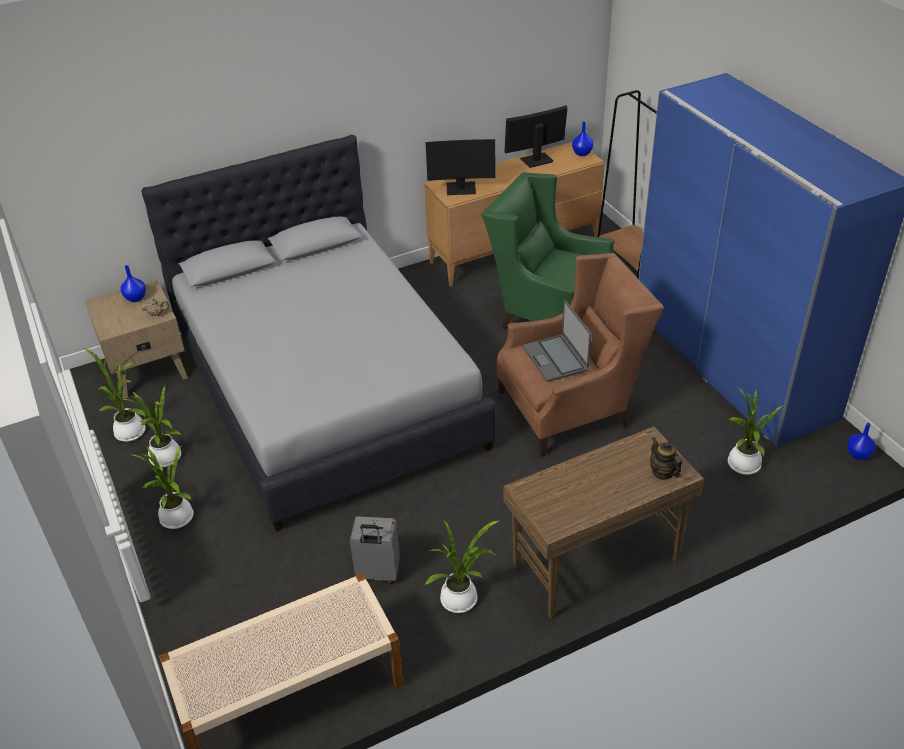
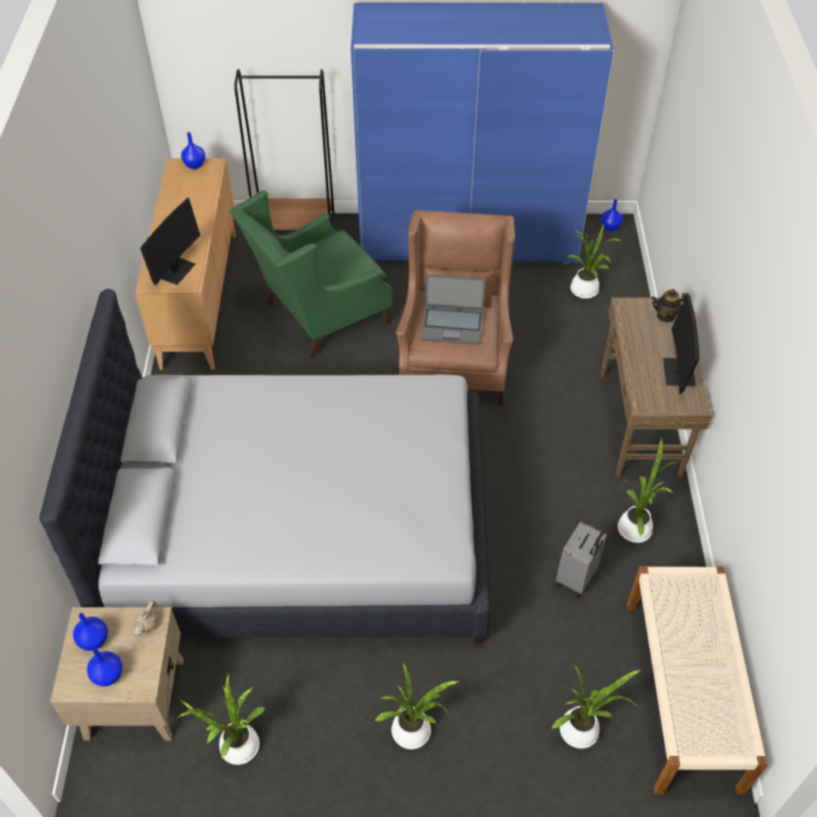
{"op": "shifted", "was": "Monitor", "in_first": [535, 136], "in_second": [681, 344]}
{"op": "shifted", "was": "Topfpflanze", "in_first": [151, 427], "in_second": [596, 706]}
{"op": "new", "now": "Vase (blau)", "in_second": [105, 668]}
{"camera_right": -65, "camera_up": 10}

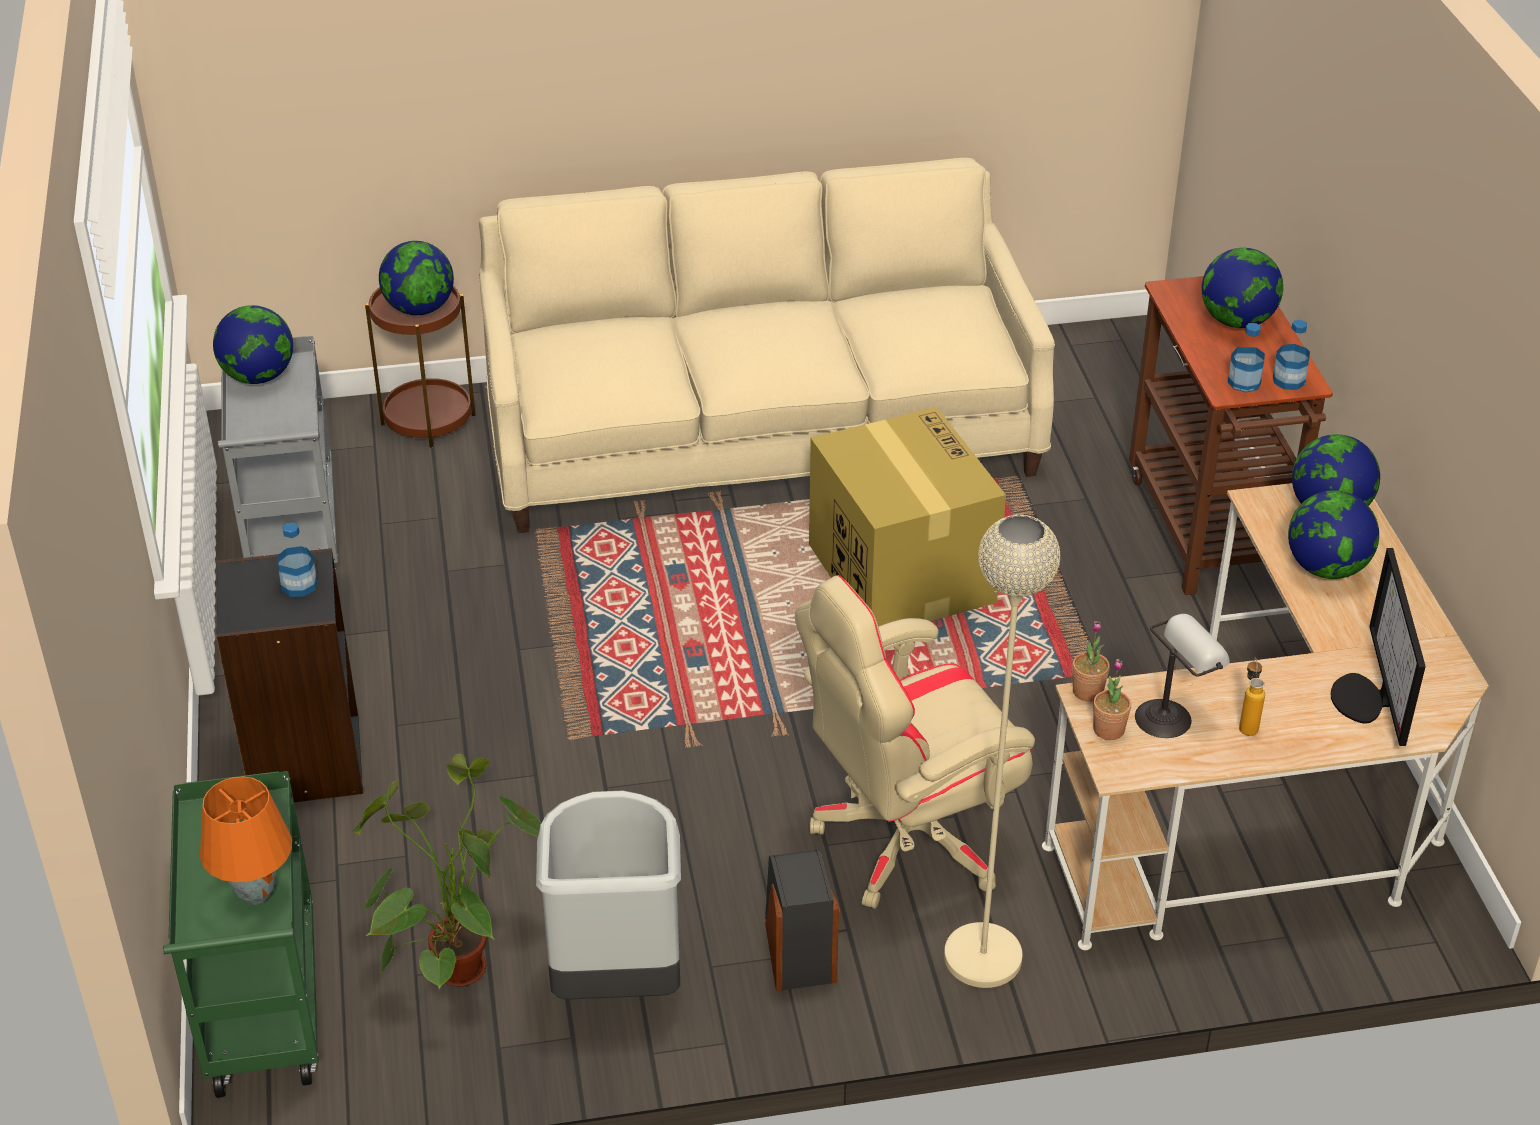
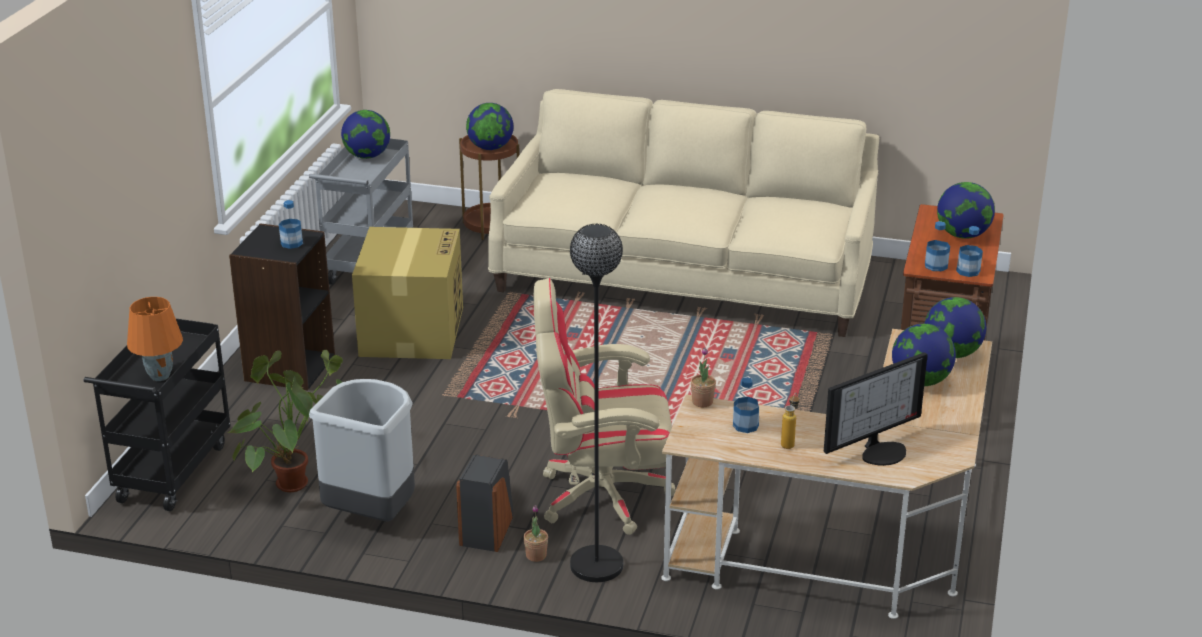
{"op": "shifted", "was": "Karton", "in_first": [907, 517], "in_second": [407, 293]}
{"op": "repainted", "was": "Stehlampe (beige)", "now": "Stehlampe (schwarz)", "in_first": [1002, 751], "in_second": [596, 403]}
{"op": "rotated", "was": "Monitor", "in_first": [1378, 647], "in_second": [876, 409], "clockwise": -150}
{"op": "swapped", "was": "Tischlampe", "now": "Flasche", "in_first": [1182, 676], "in_second": [746, 405]}
{"op": "shifted", "was": "Topfpflanze", "in_first": [1112, 699], "in_second": [535, 533]}
{"op": "repainted", "was": "Rollwagen (grün)", "now": "Rollwagen (schwarz)", "in_first": [241, 934], "in_second": [157, 415]}
{"camera_right": 25, "camera_up": -10}

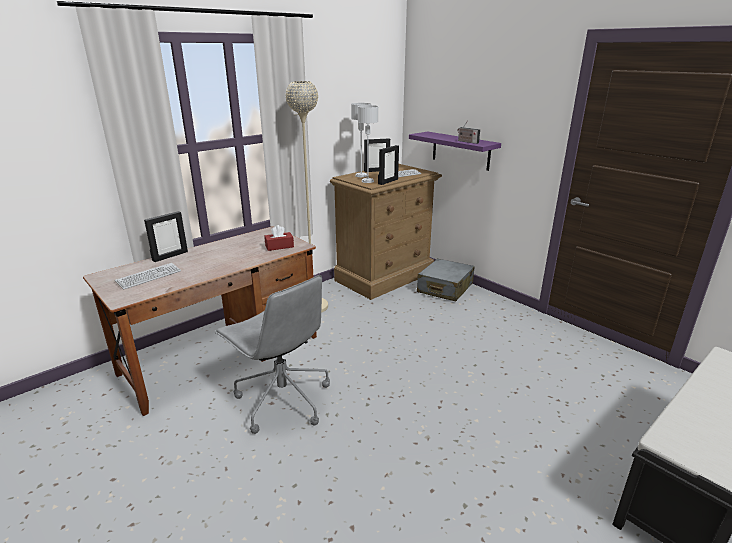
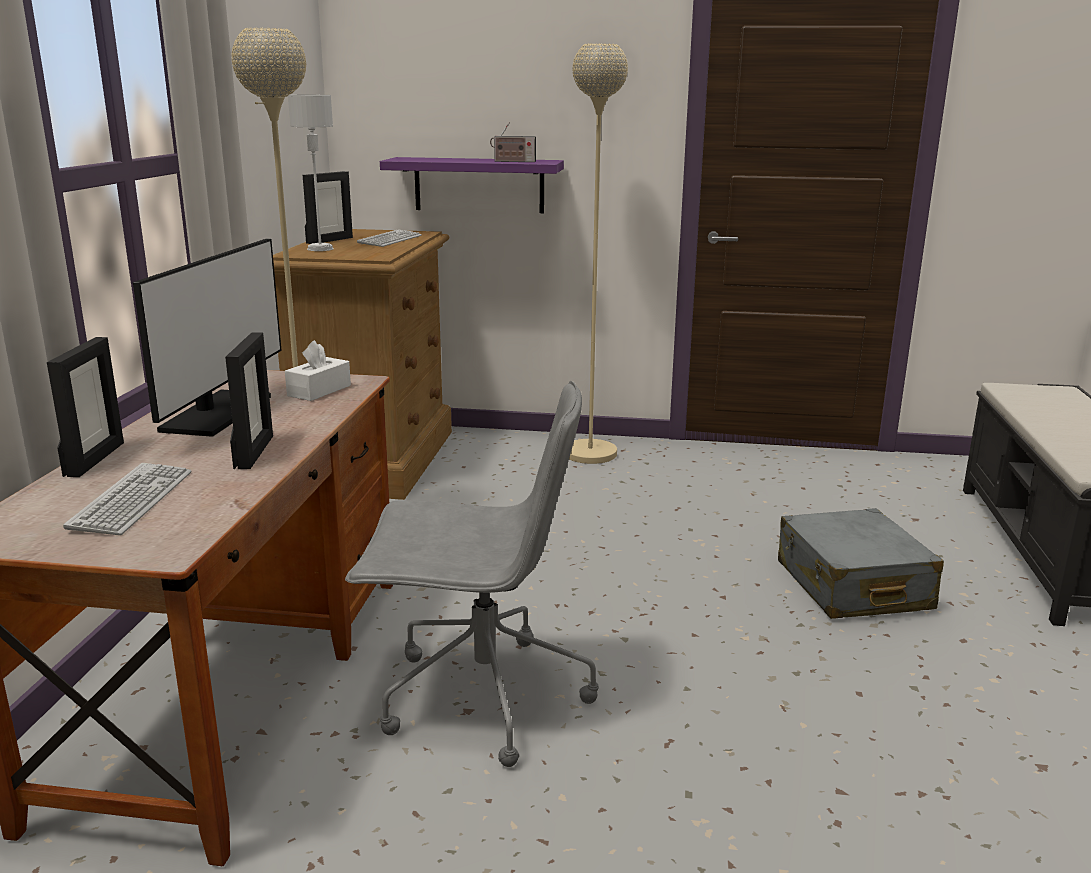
{"op": "gone", "was": "Tischlampe (grau)", "in_first": [368, 144]}
{"op": "shifted", "was": "Bilderrahmen", "in_first": [388, 165], "in_second": [249, 401]}
{"op": "repainted", "was": "Taschentuchbox (rot)", "now": "Taschentuchbox (weiß)", "in_first": [279, 238], "in_second": [318, 370]}
{"op": "shifted", "was": "Koffer (grau)", "in_first": [446, 280], "in_second": [861, 563]}
{"op": "new", "now": "Stehlampe (beige)", "in_second": [598, 253]}
{"op": "new", "now": "Monitor", "in_second": [207, 337]}
{"camera_right": -40, "camera_up": -5}

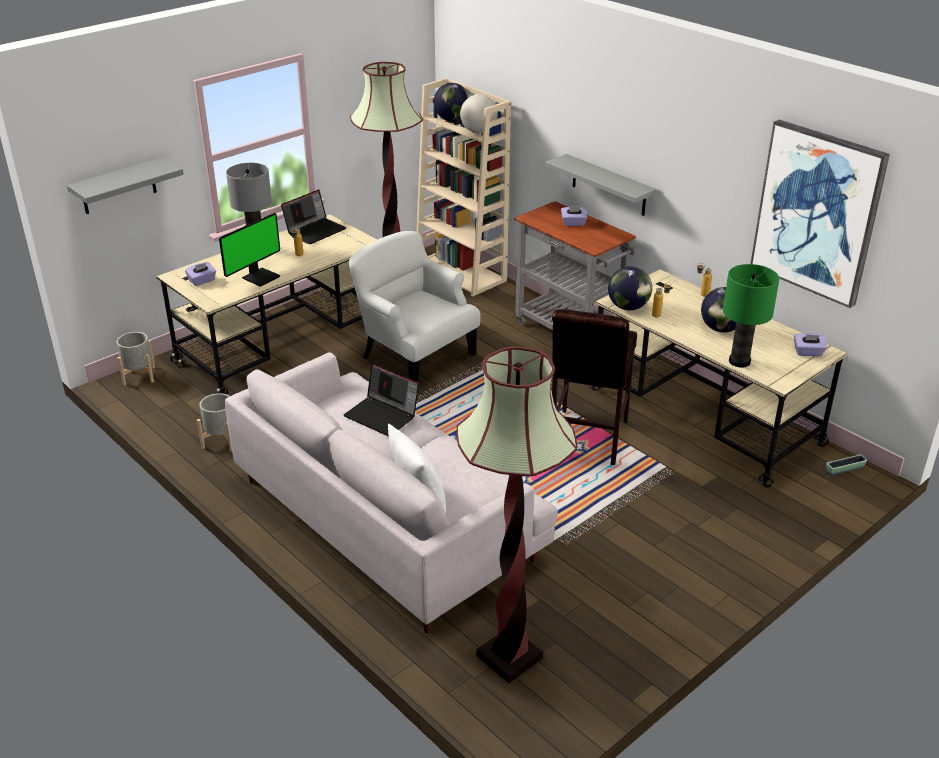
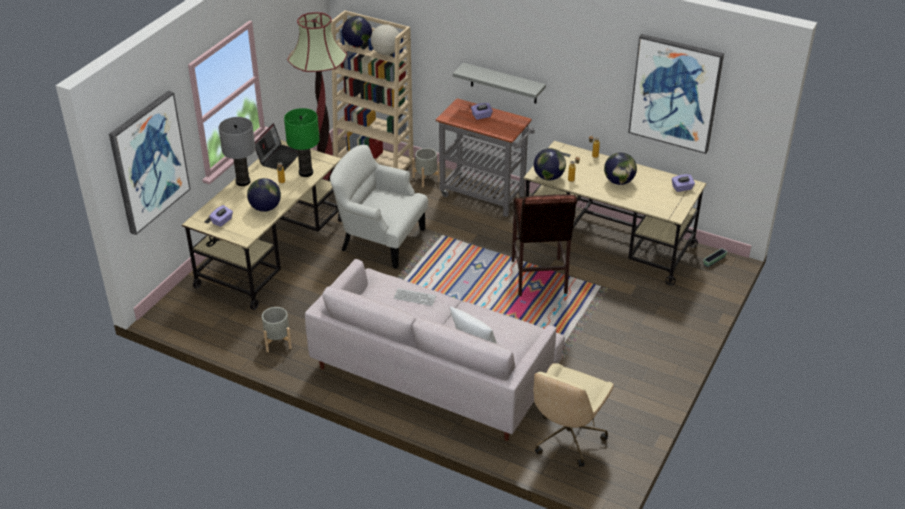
{"op": "swapped", "was": "Wandregal (grau)", "now": "Bild", "in_first": [125, 186], "in_second": [150, 163]}
{"op": "swapped", "was": "Monitor", "now": "Globus", "in_first": [249, 250], "in_second": [264, 195]}
{"op": "shifted", "was": "Tischlampe (grün)", "in_first": [751, 316], "in_second": [302, 142]}
{"op": "shifted", "was": "Pflanzkübel (grau)", "in_first": [136, 358], "in_second": [425, 167]}
{"op": "swapped", "was": "Stehlampe", "now": "Bürostuhl (beige)", "in_first": [517, 515], "in_second": [573, 415]}
{"op": "swapped", "was": "Laptop", "now": "Tastatur", "in_first": [381, 399], "in_second": [415, 297]}
{"camera_right": -20, "camera_up": 5}

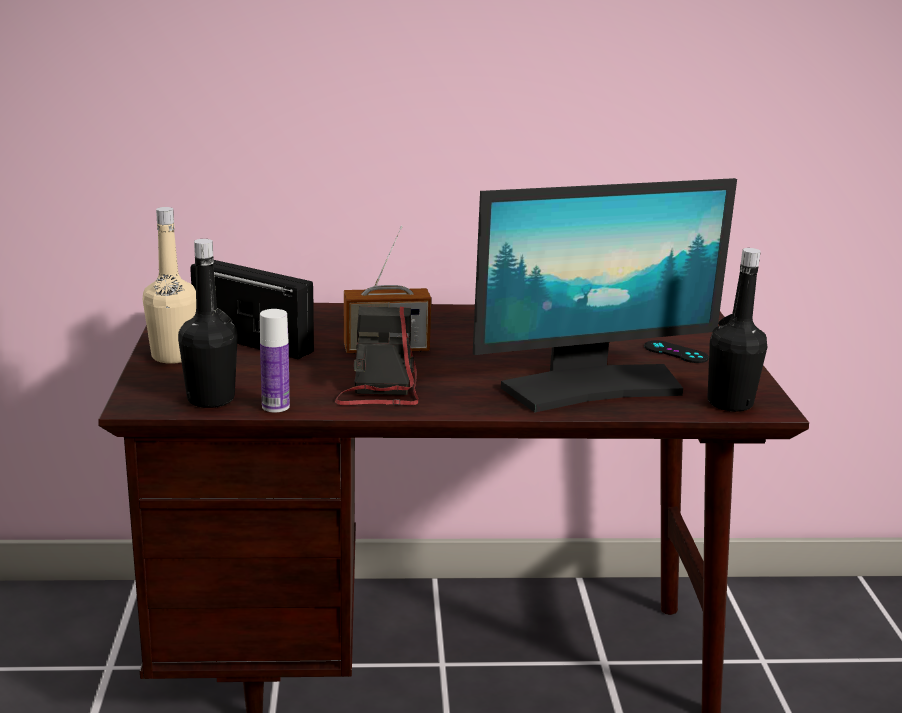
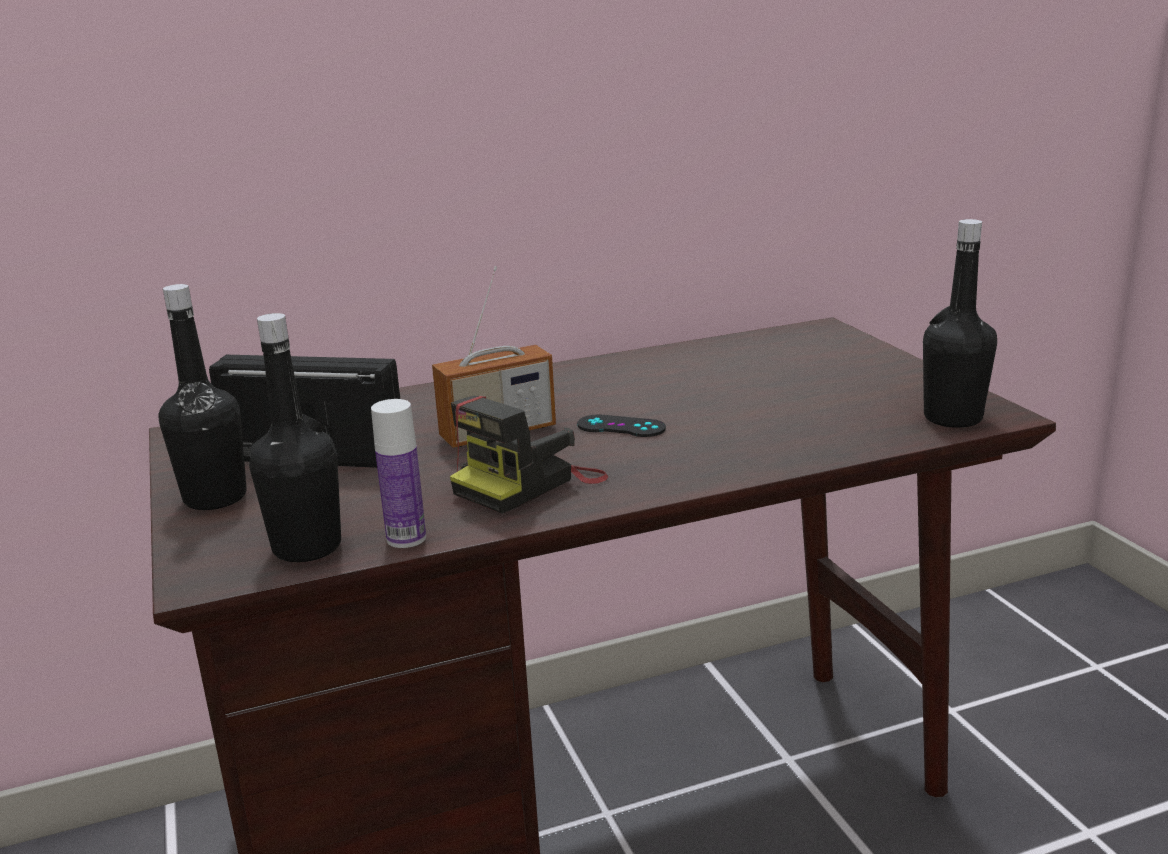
{"op": "gone", "was": "Monitor", "in_first": [605, 295]}
{"op": "repainted", "was": "Flasche (beige)", "now": "Flasche (schwarz)", "in_first": [169, 285], "in_second": [203, 397]}
{"op": "rotated", "was": "Kamera", "in_first": [377, 355], "in_second": [529, 455], "clockwise": -120}
{"op": "shifted", "was": "Gamepad (schwarz)", "in_first": [676, 351], "in_second": [621, 425]}
{"camera_right": -15, "camera_up": 0}

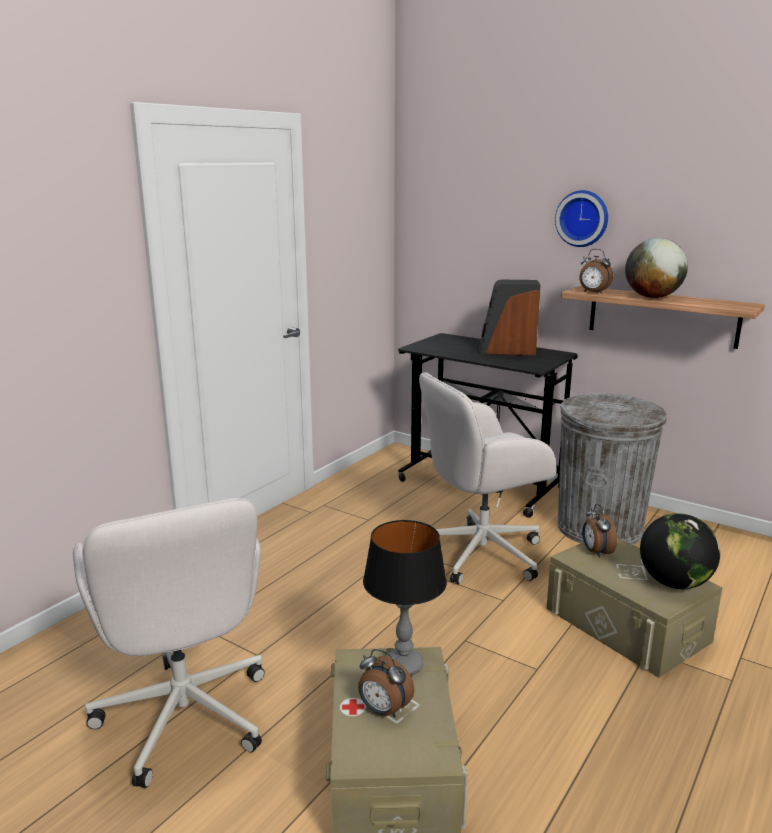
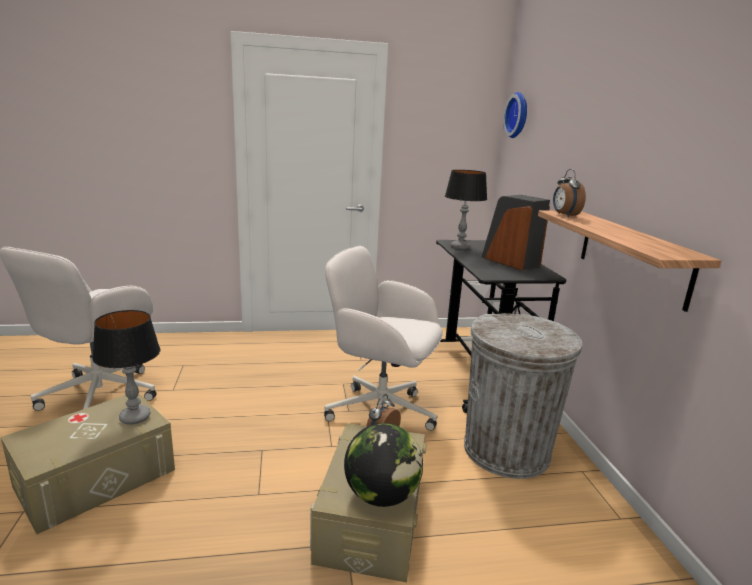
{"op": "shifted", "was": "Wanduhr", "in_first": [581, 218], "in_second": [515, 115]}
{"op": "gone", "was": "Globus", "in_first": [656, 268]}
{"op": "gone", "was": "Wecker", "in_first": [386, 683]}
{"op": "new", "now": "Tischlampe", "in_second": [466, 210]}
{"camera_right": 45, "camera_up": 0}

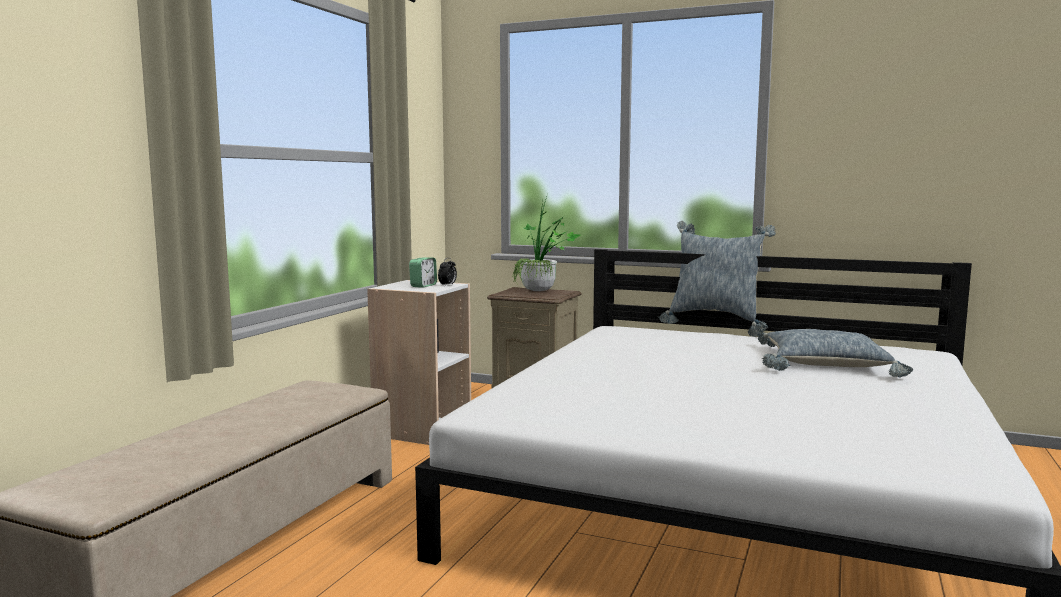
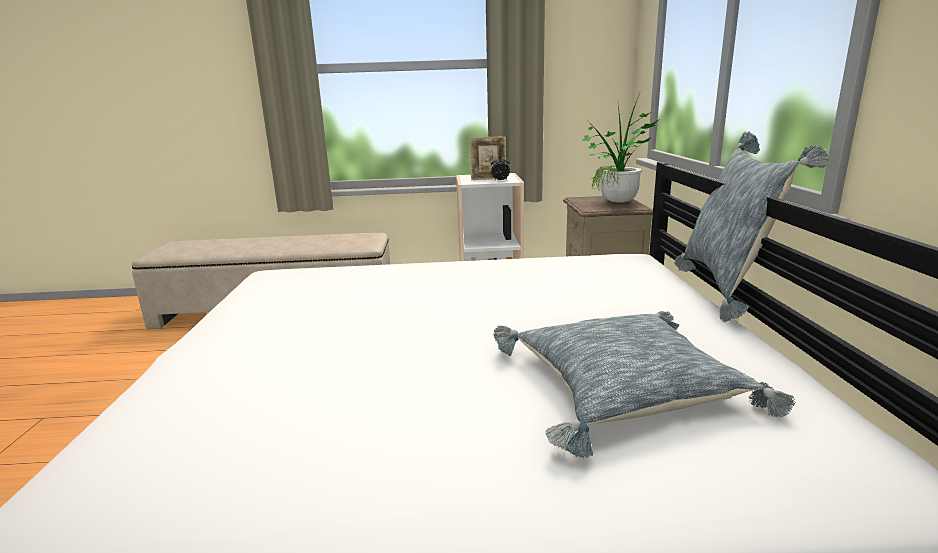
{"op": "swapped", "was": "Wecker", "now": "Bilderrahmen", "in_first": [423, 272], "in_second": [488, 158]}
{"camera_right": 65, "camera_up": 10}

